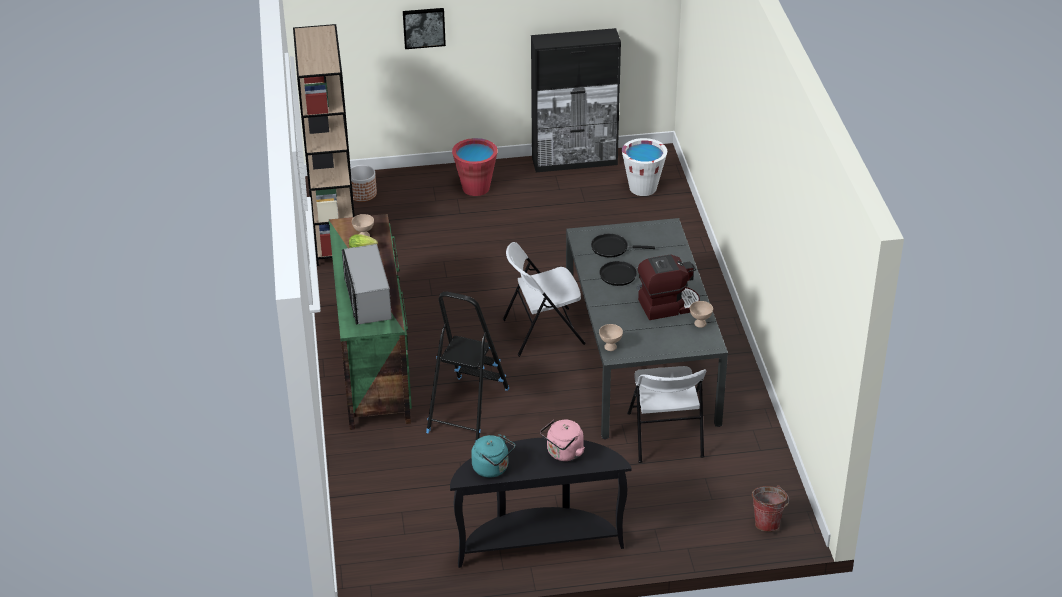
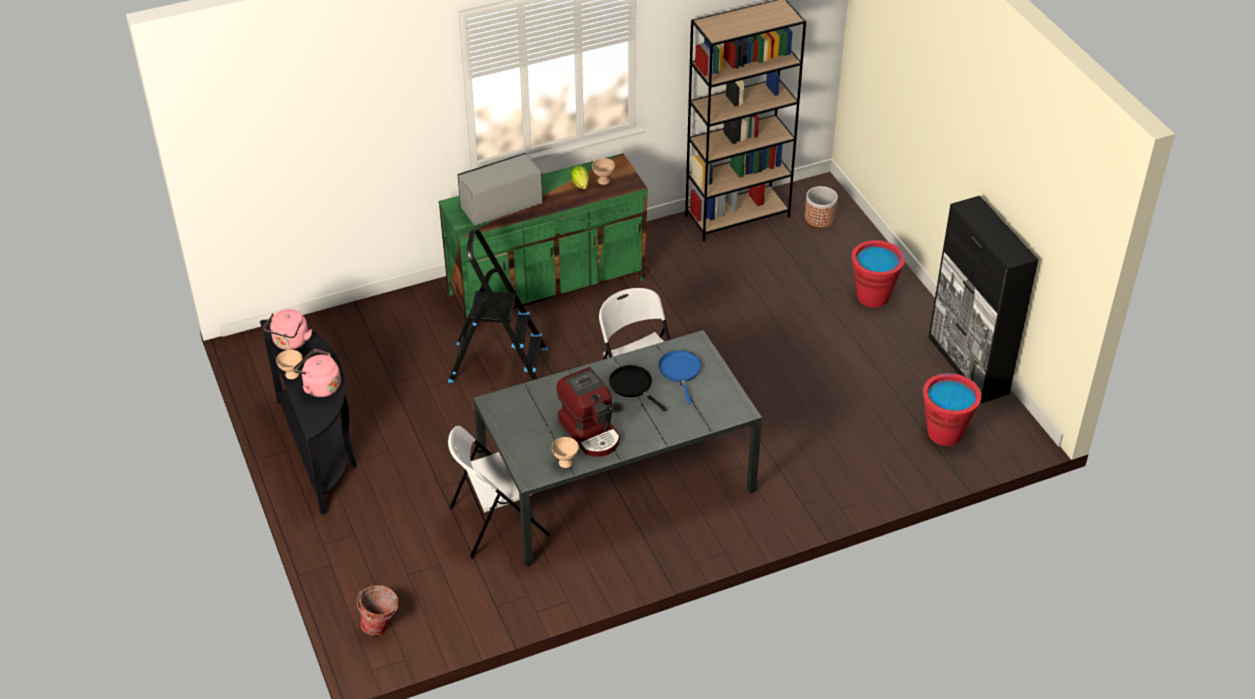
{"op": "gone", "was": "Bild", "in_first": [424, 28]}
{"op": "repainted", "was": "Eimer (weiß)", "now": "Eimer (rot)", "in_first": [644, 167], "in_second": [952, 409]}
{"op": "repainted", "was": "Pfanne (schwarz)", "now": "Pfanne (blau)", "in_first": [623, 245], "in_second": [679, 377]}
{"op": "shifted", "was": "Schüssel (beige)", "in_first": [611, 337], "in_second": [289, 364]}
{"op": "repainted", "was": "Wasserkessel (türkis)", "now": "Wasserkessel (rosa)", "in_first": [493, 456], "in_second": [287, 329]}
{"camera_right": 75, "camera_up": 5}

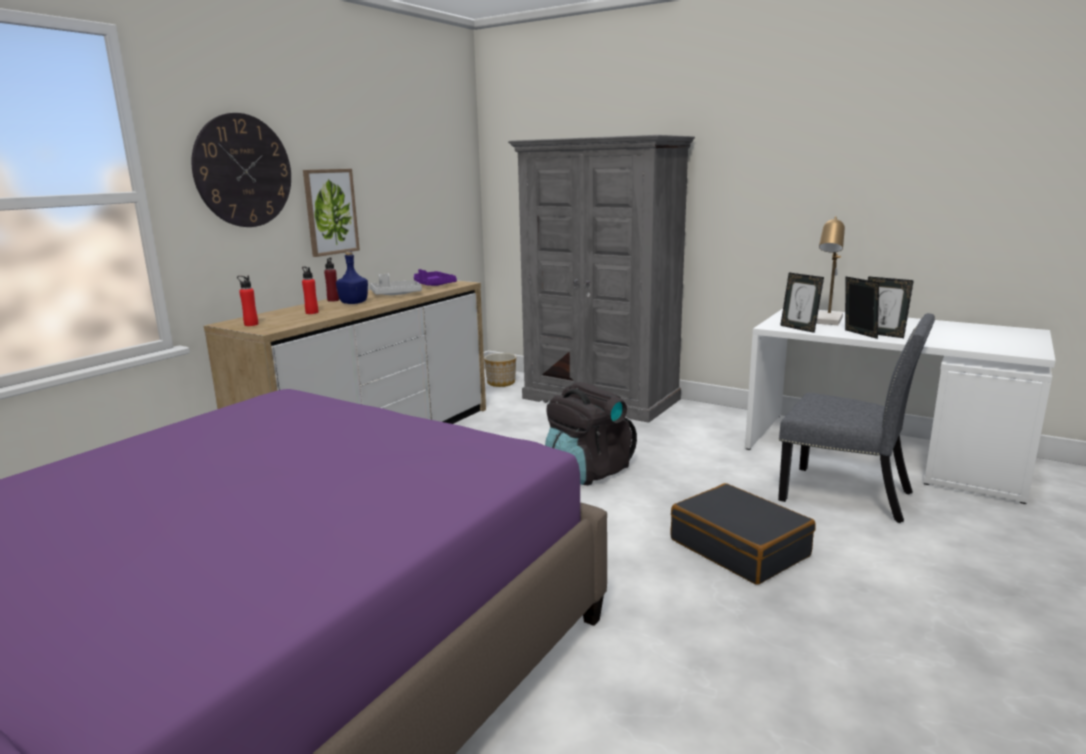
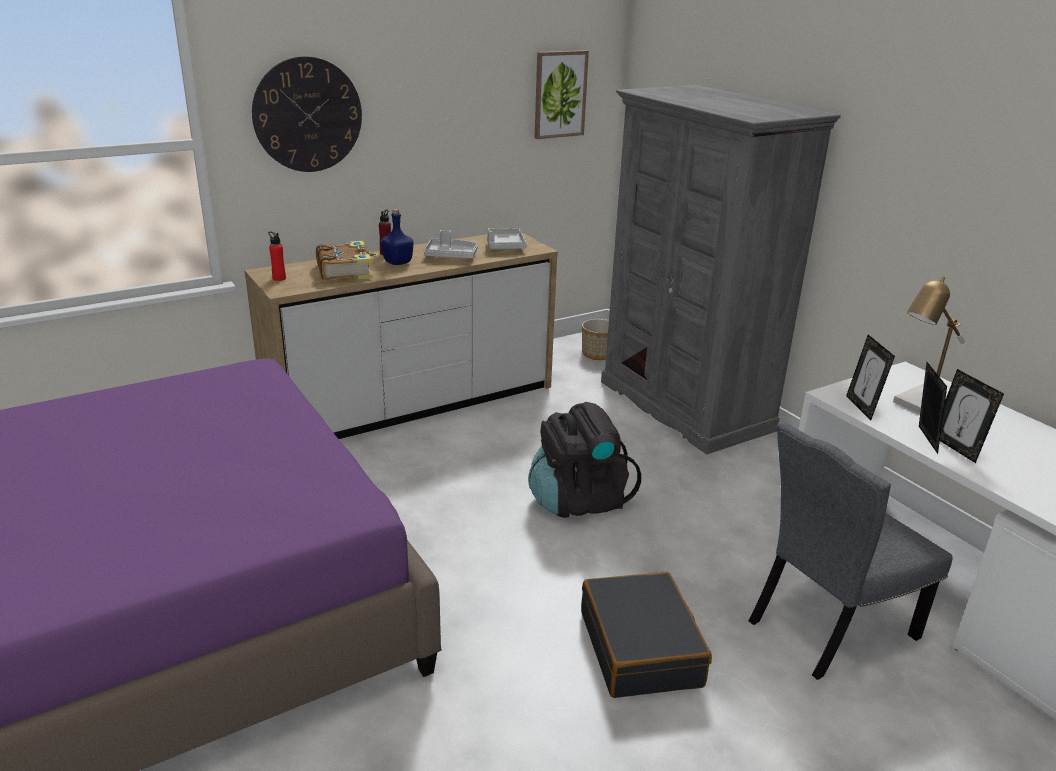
{"op": "shifted", "was": "Bild", "in_first": [331, 213], "in_second": [562, 94]}
{"op": "swapped", "was": "Flasche (rot)", "now": "Buch", "in_first": [310, 290], "in_second": [347, 261]}
{"op": "repainted", "was": "Tablett (lila)", "now": "Tablett (grau)", "in_first": [435, 277], "in_second": [507, 238]}
{"op": "rotated", "was": "Stuhl (grau)", "in_first": [856, 418], "in_second": [851, 550], "clockwise": 90}
{"camera_right": 25, "camera_up": 10}

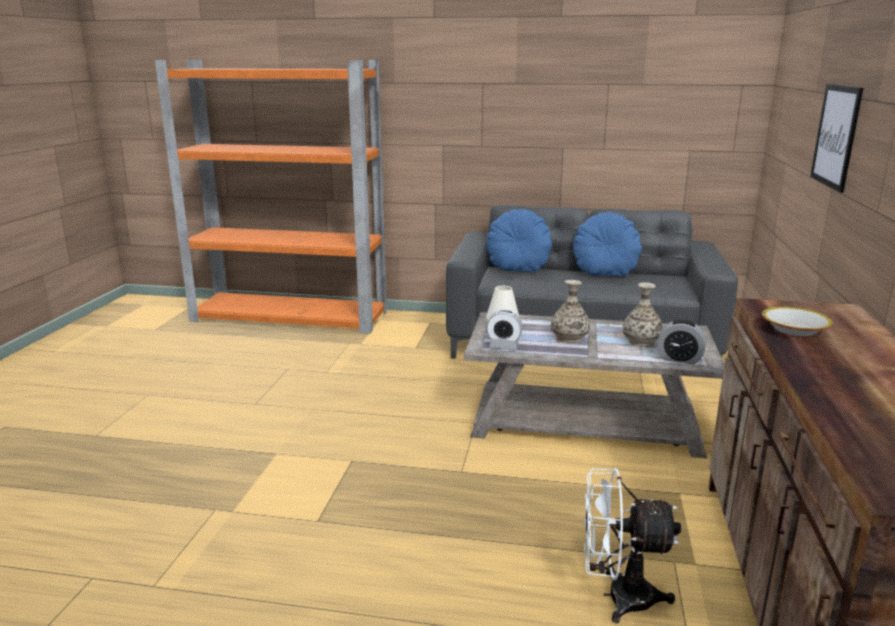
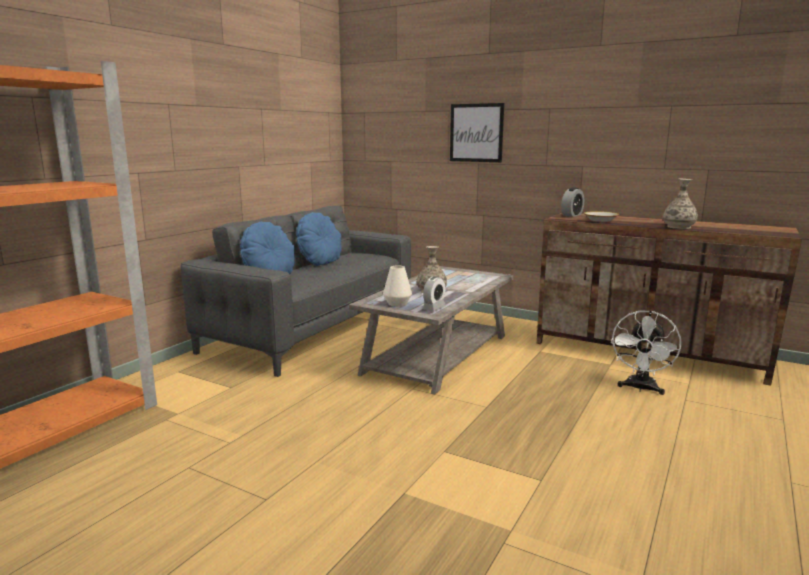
{"op": "shifted", "was": "Vase", "in_first": [642, 314], "in_second": [680, 204]}
{"op": "shifted", "was": "Wecker", "in_first": [681, 342], "in_second": [572, 202]}
{"camera_right": -70, "camera_up": -5}

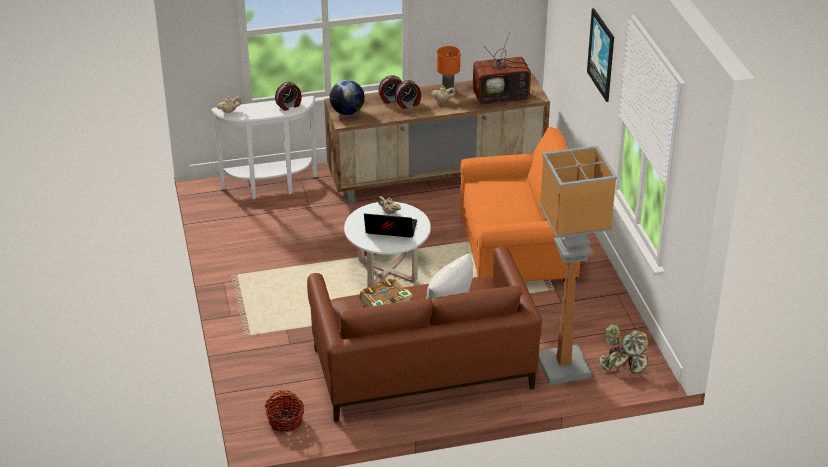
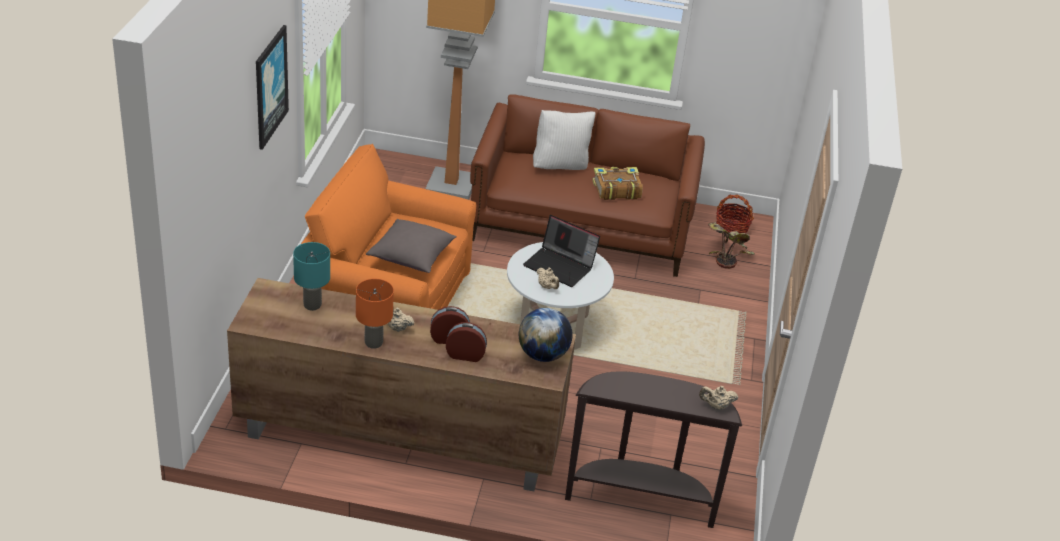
{"op": "swapped", "was": "Fernseher", "now": "Tischlampe (türkis)", "in_first": [504, 68], "in_second": [311, 276]}
{"op": "gone", "was": "Wecker", "in_first": [288, 96]}
{"op": "repainted", "was": "Konsolentisch (weiß)", "now": "Konsolentisch (braun)", "in_first": [264, 147], "in_second": [653, 449]}
{"op": "shifted", "was": "Topfpflanze", "in_first": [624, 349], "in_second": [731, 245]}
{"op": "new", "now": "Kissen (grau)", "in_second": [411, 246]}
{"camera_right": -160, "camera_up": 0}

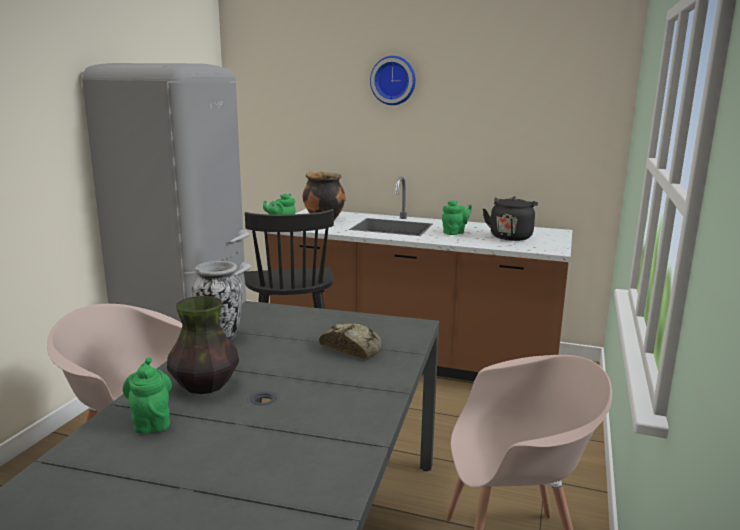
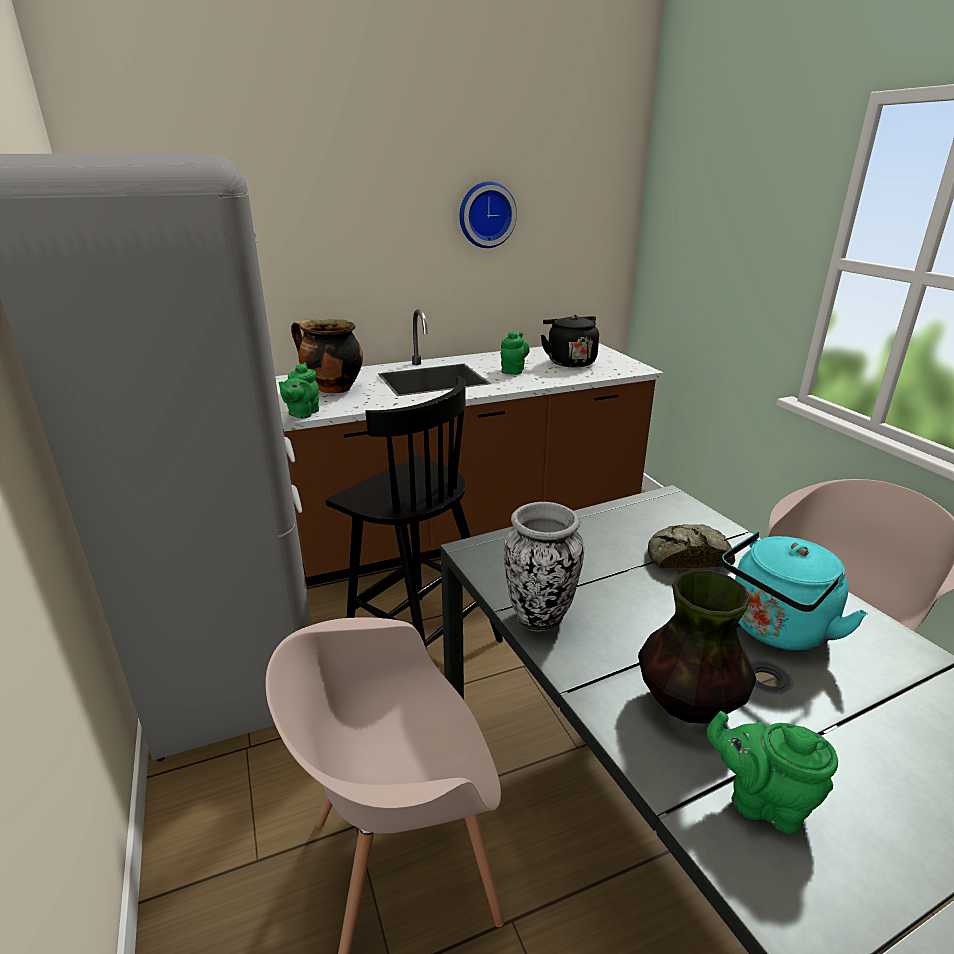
{"op": "shifted", "was": "Wanduhr", "in_first": [393, 80], "in_second": [488, 214]}
{"op": "new", "now": "Wasserkessel (türkis)", "in_second": [795, 591]}
{"camera_right": -40, "camera_up": 10}

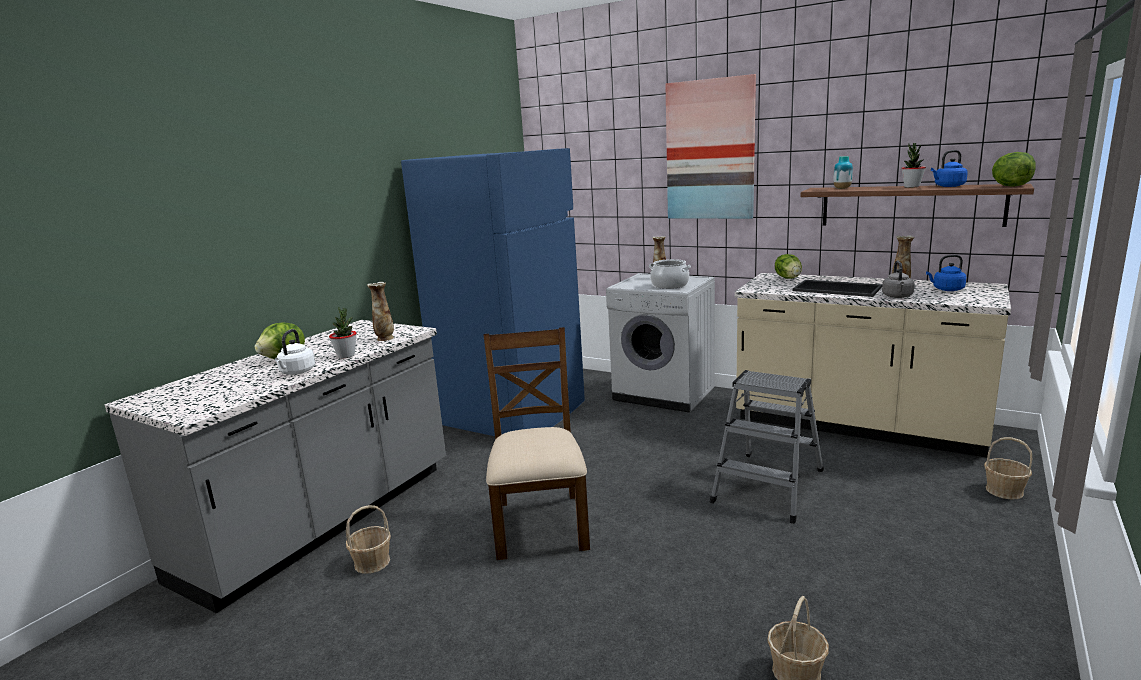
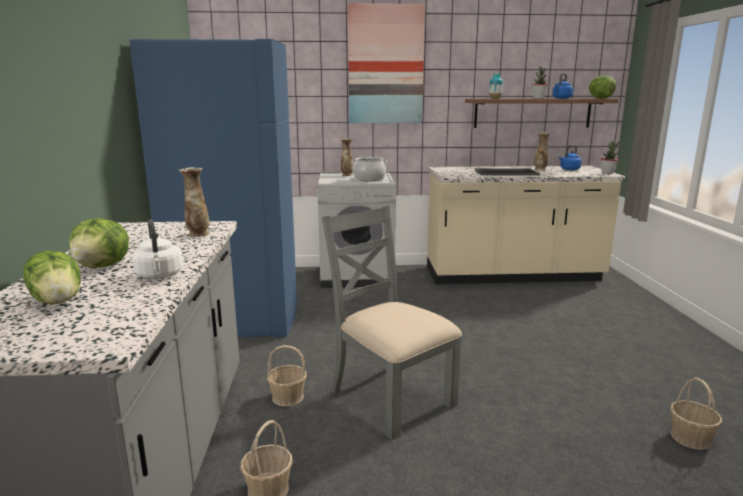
{"op": "shifted", "was": "Salatkopf", "in_first": [788, 266], "in_second": [52, 278]}
{"op": "gone", "was": "Wasserkessel (grau)", "in_first": [898, 279]}
{"op": "shifted", "was": "Topfpflanze", "in_first": [342, 332], "in_second": [609, 157]}
{"op": "repainted", "was": "Stuhl (braun)", "now": "Stuhl (grau)", "in_first": [536, 443], "in_second": [392, 322]}
{"op": "gone", "was": "Trittleiter (grau)", "in_first": [767, 447]}
{"op": "shifted", "was": "Korb", "in_first": [1008, 468], "in_second": [287, 376]}
{"camera_right": -35, "camera_up": 0}

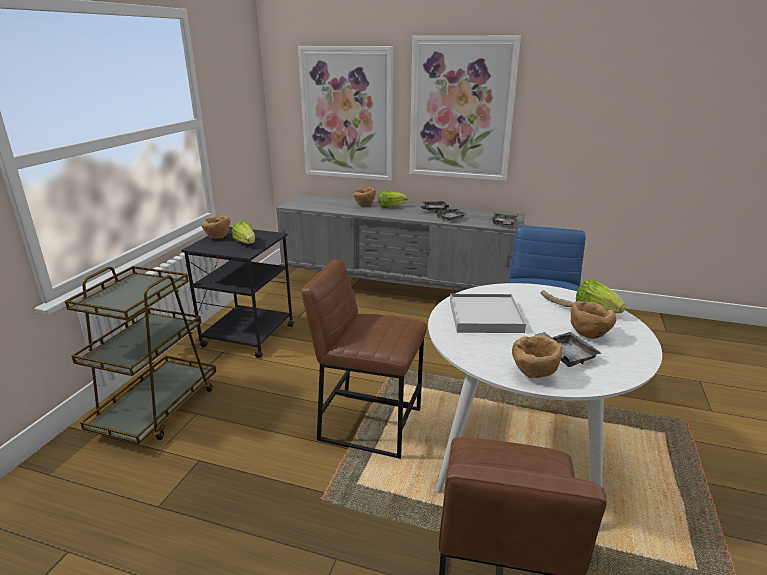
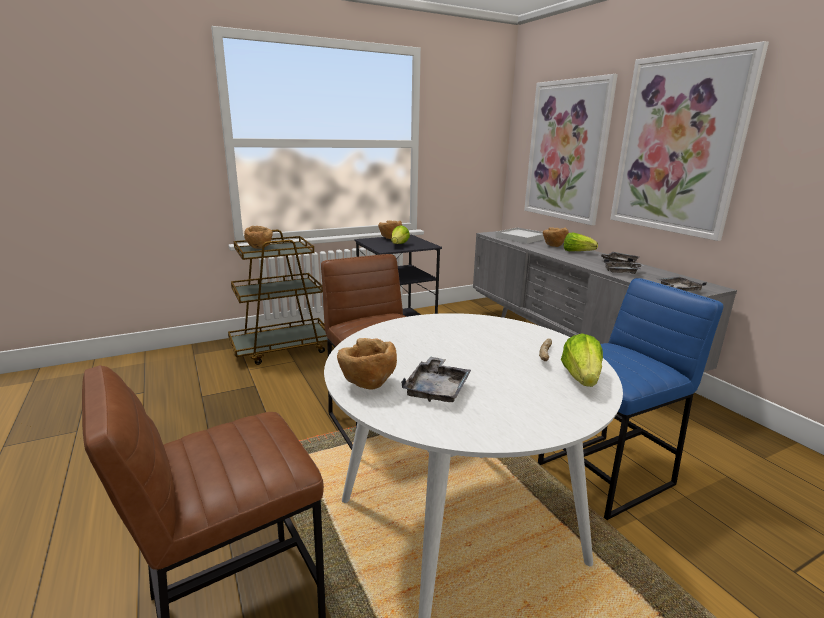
{"op": "shifted", "was": "Tablett (weiß)", "in_first": [488, 313], "in_second": [519, 236]}
{"op": "shifted", "was": "Schüssel (braun)", "in_first": [593, 320], "in_second": [258, 237]}
{"camera_right": 45, "camera_up": -5}

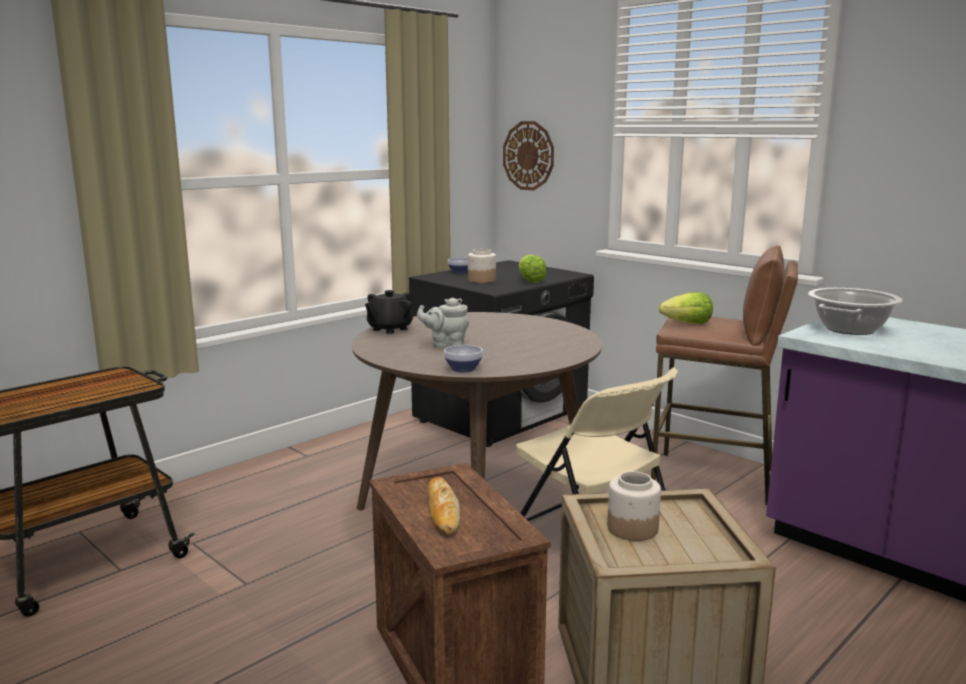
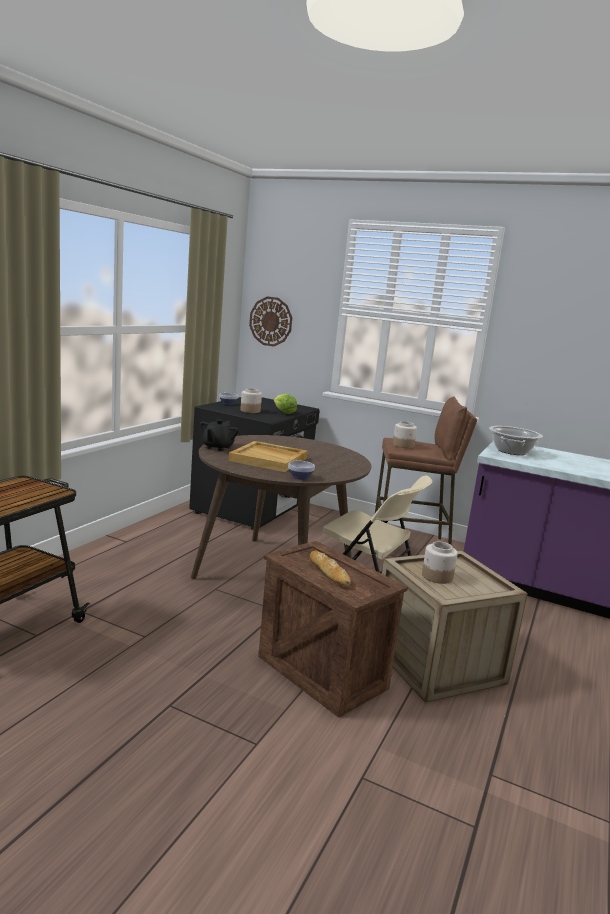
{"op": "swapped", "was": "Salatkopf", "now": "Vorratsglas", "in_first": [686, 308], "in_second": [405, 434]}
{"op": "swapped", "was": "Teekanne (grau)", "now": "Tablett (beige)", "in_first": [443, 323], "in_second": [268, 456]}
{"camera_right": -20, "camera_up": 0}

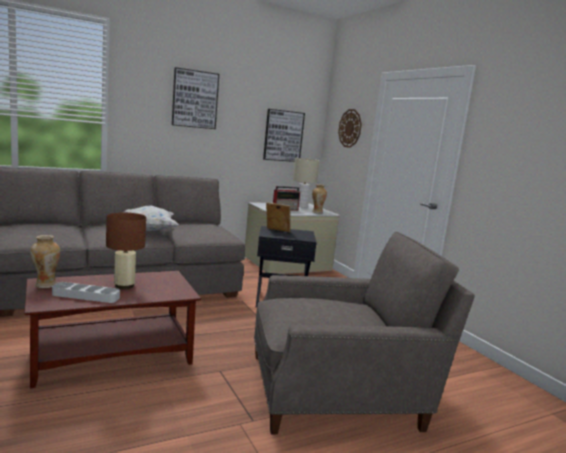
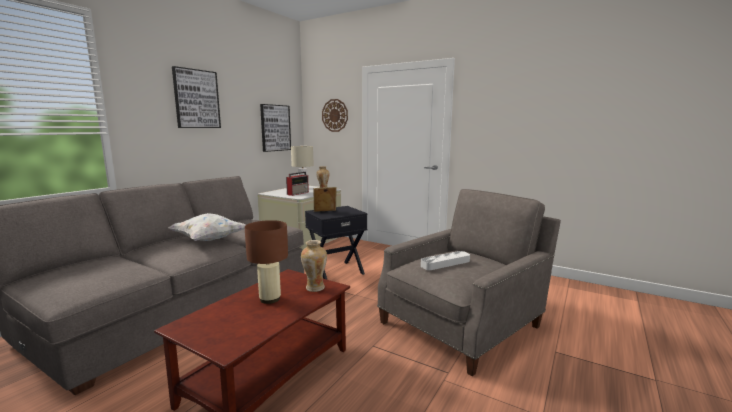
{"op": "shifted", "was": "Vase", "in_first": [45, 261], "in_second": [314, 266]}
{"op": "shifted", "was": "Tablett (grau)", "in_first": [86, 292], "in_second": [445, 260]}
{"camera_right": -30, "camera_up": 0}

